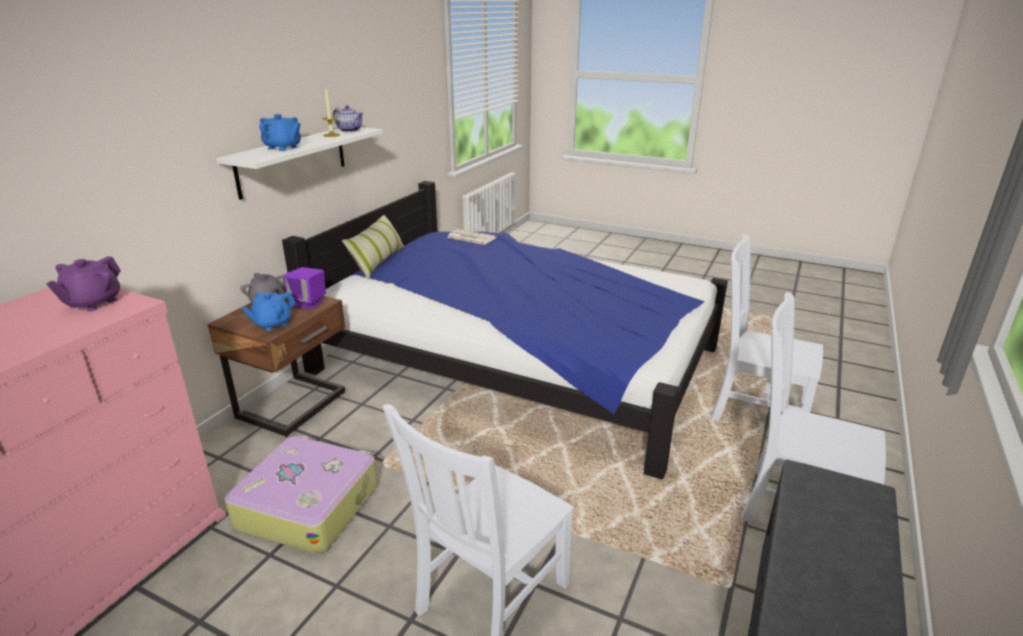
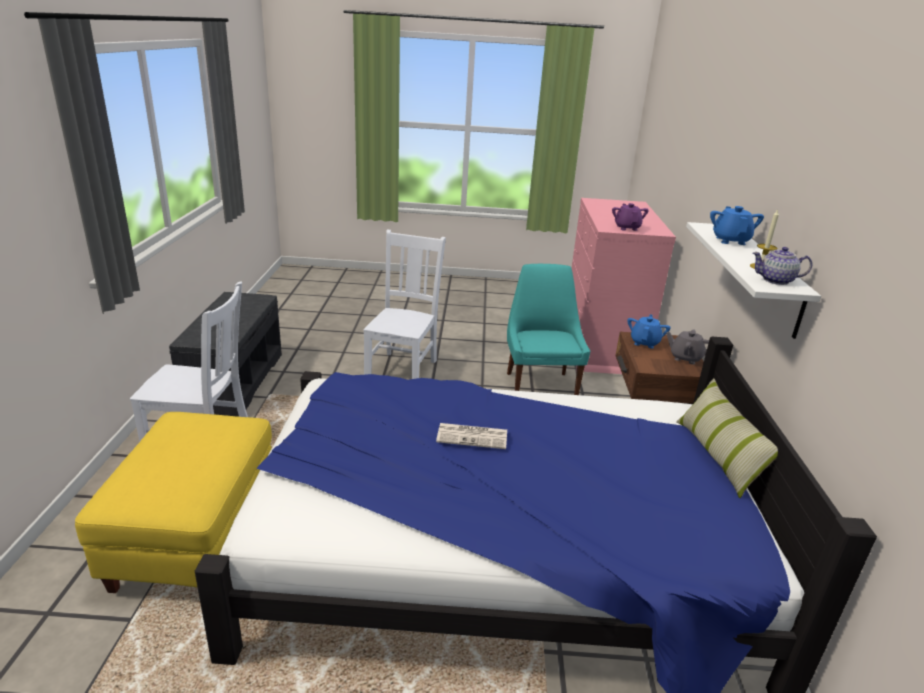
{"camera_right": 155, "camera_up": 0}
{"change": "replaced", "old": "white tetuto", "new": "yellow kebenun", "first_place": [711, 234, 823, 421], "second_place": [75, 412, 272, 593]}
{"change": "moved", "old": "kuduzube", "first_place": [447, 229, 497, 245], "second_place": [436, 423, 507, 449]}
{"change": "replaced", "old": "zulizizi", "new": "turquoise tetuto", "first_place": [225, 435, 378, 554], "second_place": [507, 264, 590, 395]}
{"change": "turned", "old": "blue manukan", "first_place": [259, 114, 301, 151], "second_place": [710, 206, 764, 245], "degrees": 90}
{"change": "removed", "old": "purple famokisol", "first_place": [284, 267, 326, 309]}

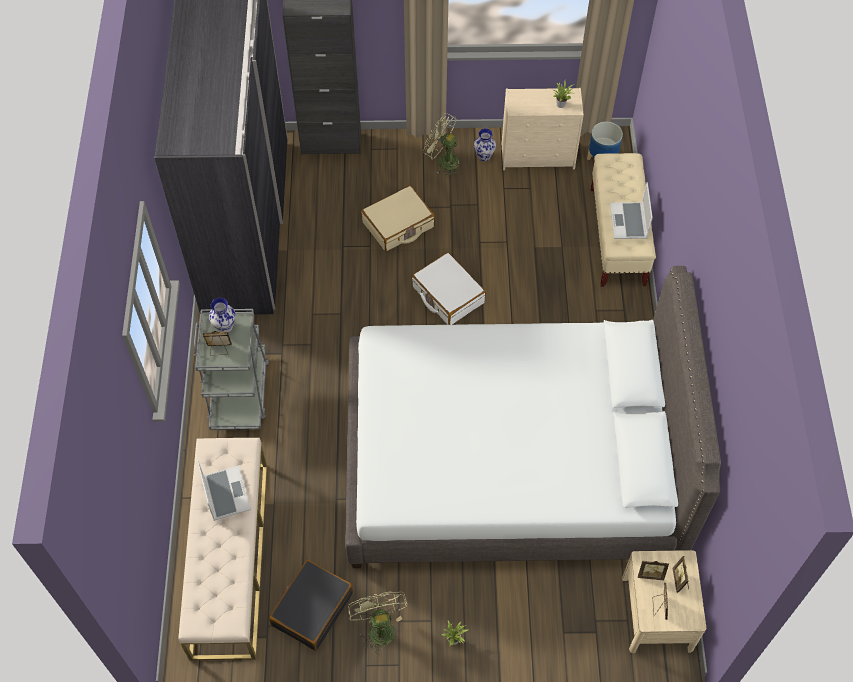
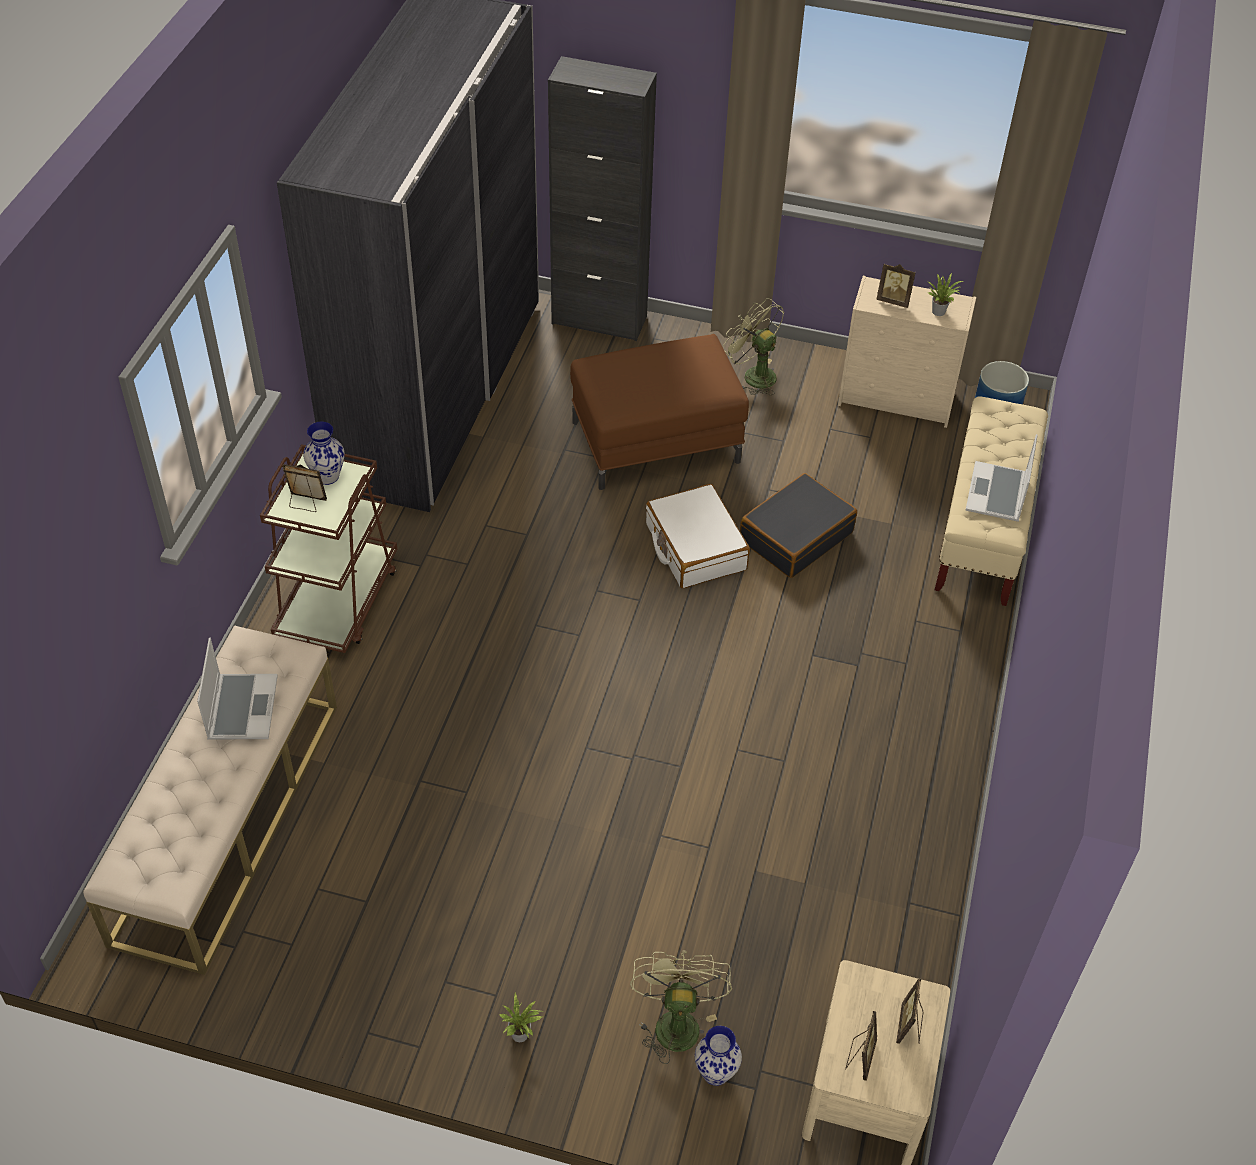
{"camera_right": 15, "camera_up": -10}
{"change": "recoloured", "old": "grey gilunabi", "new": "brown gilunabi", "first_place": [194, 309, 269, 430], "second_place": [260, 444, 397, 653]}
{"change": "replaced", "old": "beige zulizizi", "new": "brown kebenun", "first_place": [361, 185, 435, 251], "second_place": [570, 334, 749, 490]}
{"change": "moved", "old": "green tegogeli", "first_place": [348, 591, 408, 655], "second_place": [630, 951, 732, 1064]}
{"change": "moved", "old": "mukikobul", "first_place": [474, 128, 496, 161], "second_place": [695, 1026, 742, 1086]}
{"change": "moved", "old": "black zulizizi", "first_place": [269, 560, 353, 651], "second_place": [740, 473, 857, 578]}
{"change": "moved", "old": "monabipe", "first_place": [638, 560, 669, 580], "second_place": [876, 264, 916, 308]}
{"change": "removed", "old": "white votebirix", "first_place": [345, 266, 721, 568]}

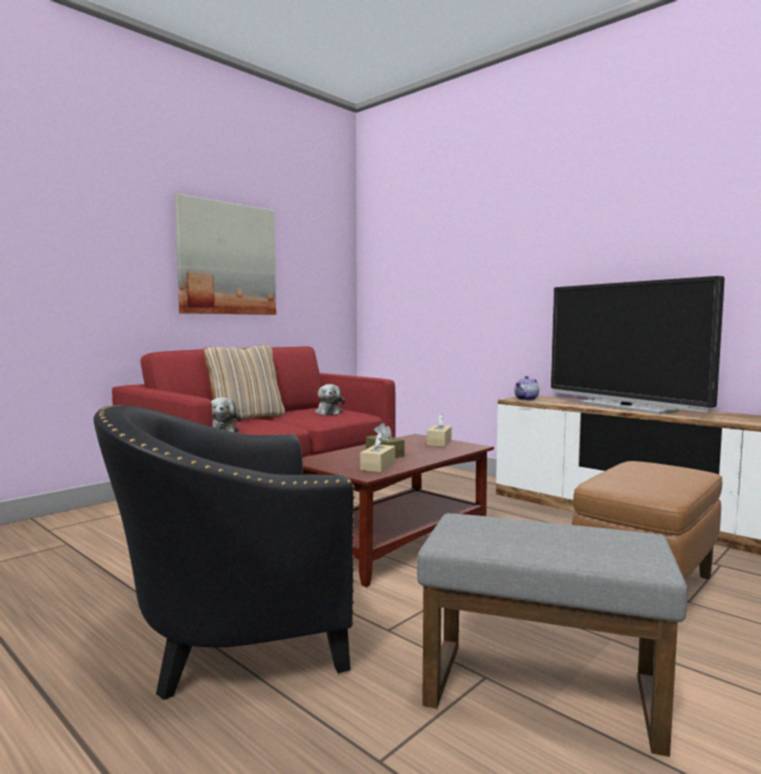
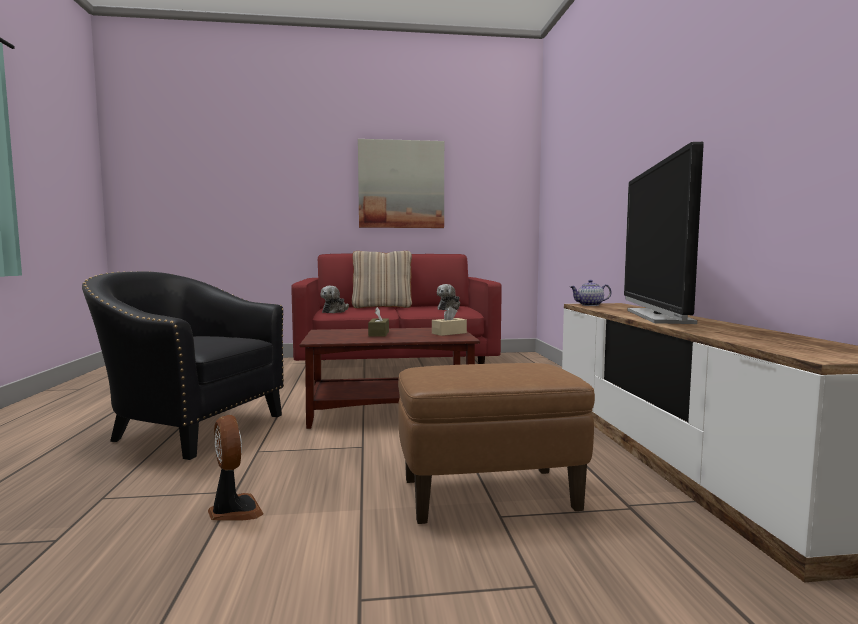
{"camera_right": 40, "camera_up": 0}
{"change": "replaced", "old": "grey kebenun", "new": "tegogeli", "first_place": [417, 513, 688, 757], "second_place": [208, 415, 264, 520]}
{"change": "removed", "old": "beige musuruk", "first_place": [360, 432, 395, 472]}

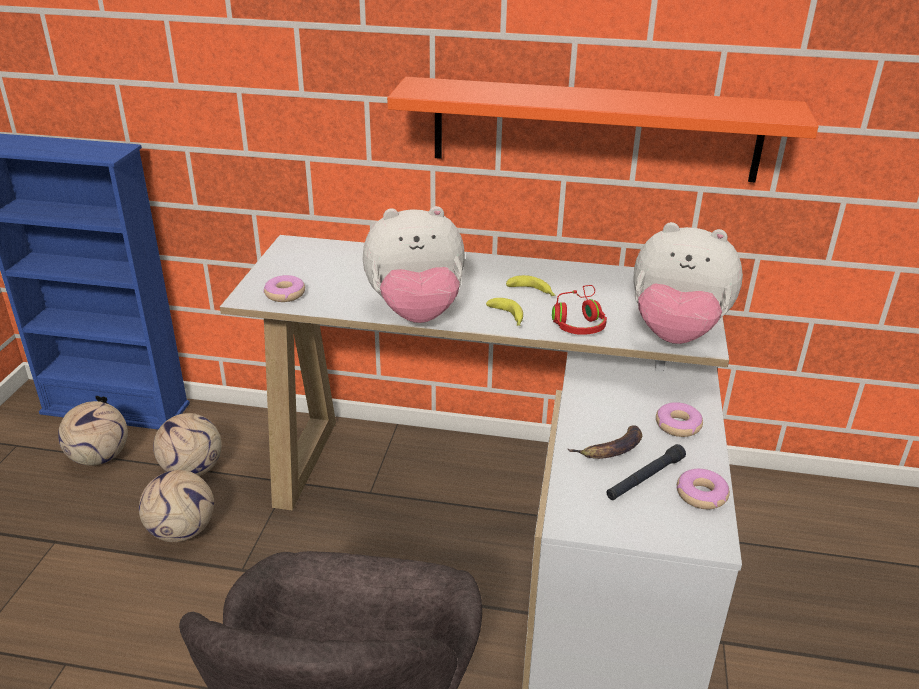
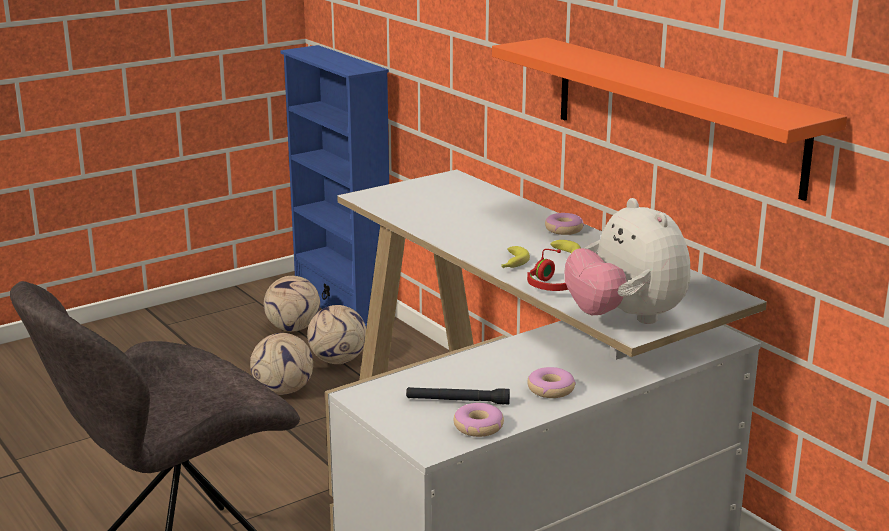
{"camera_right": 45, "camera_up": -10}
{"change": "moved", "old": "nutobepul", "first_place": [263, 275, 305, 302], "second_place": [545, 213, 584, 235]}
{"change": "removed", "old": "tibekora", "first_place": [363, 206, 465, 323]}
{"change": "removed", "old": "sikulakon", "first_place": [568, 425, 642, 459]}

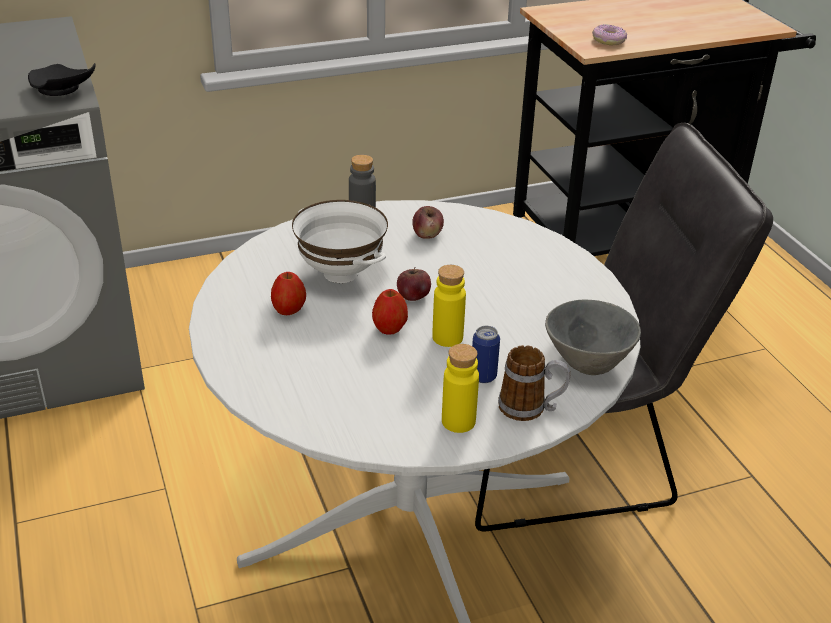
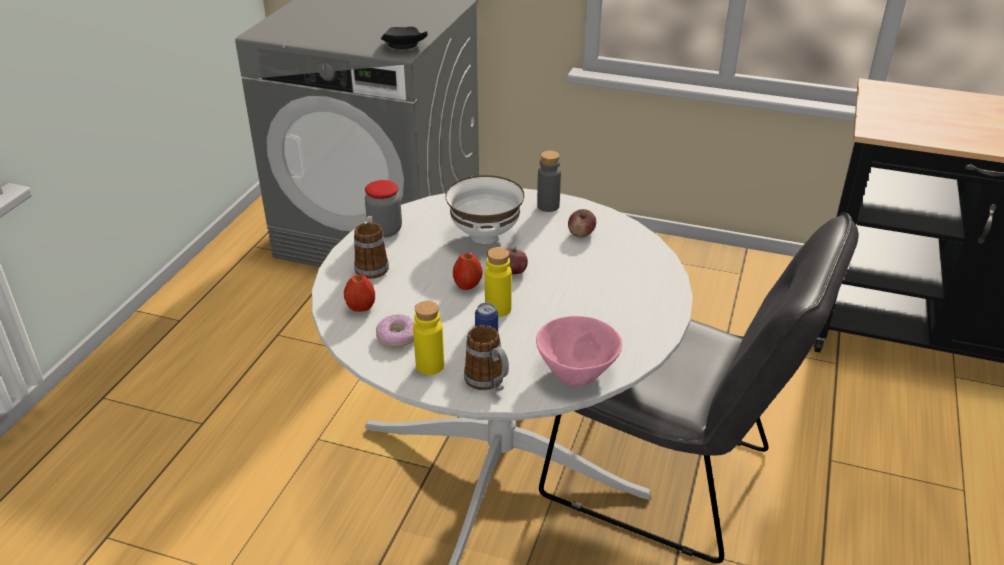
{"camera_right": 40, "camera_up": 0}
{"change": "moved", "old": "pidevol", "first_place": [271, 272, 306, 315], "second_place": [344, 275, 375, 312]}
{"change": "added", "new": "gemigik", "second_place": [354, 216, 389, 279]}
{"change": "added", "new": "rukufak", "second_place": [365, 180, 402, 237]}
{"change": "moved", "old": "nutobepul", "first_place": [592, 24, 627, 45], "second_place": [376, 314, 415, 348]}
{"change": "recoloured", "old": "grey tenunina", "new": "pink tenunina", "first_place": [545, 299, 641, 375], "second_place": [536, 316, 622, 386]}

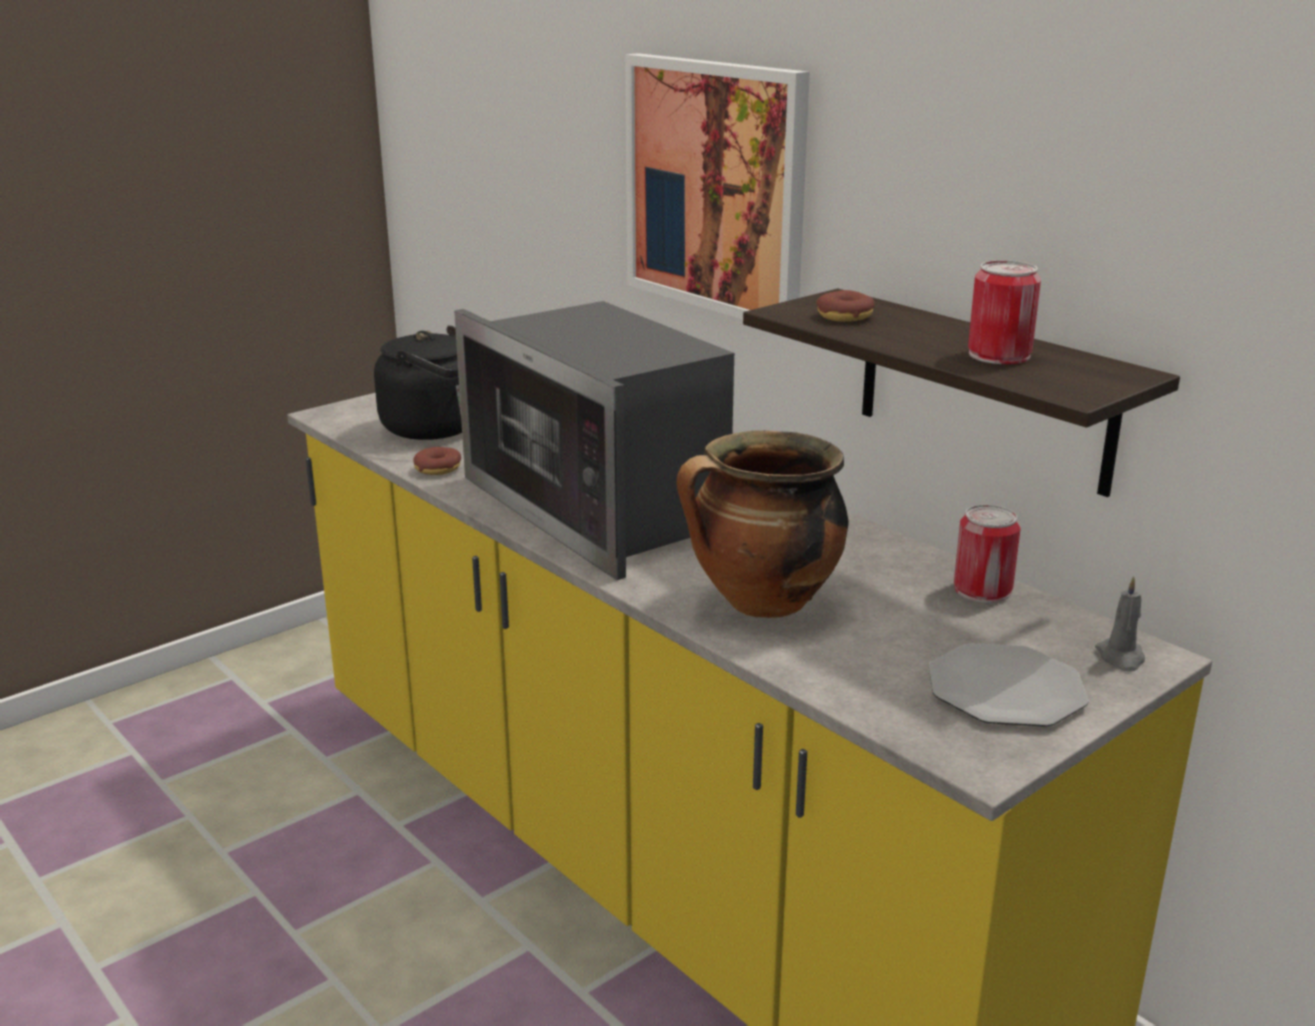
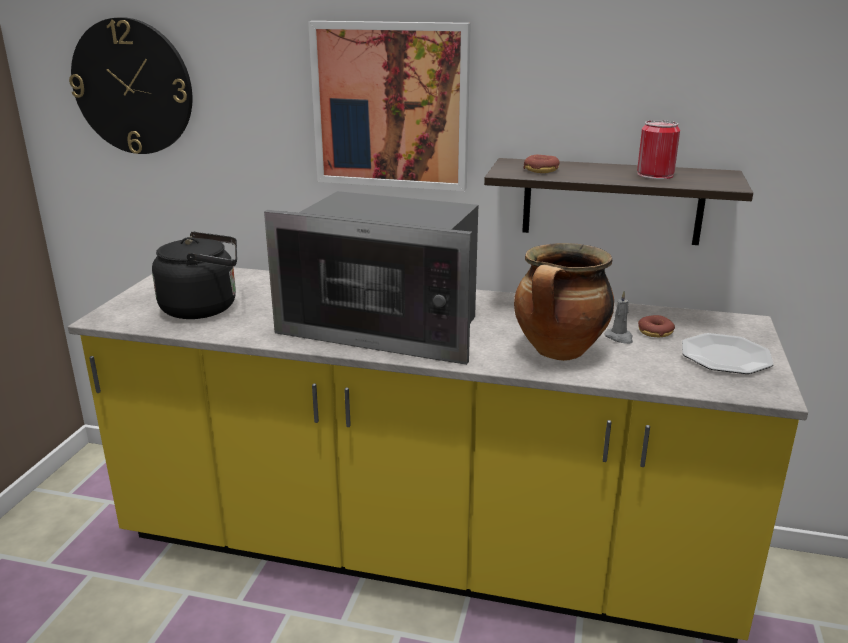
{"camera_right": -35, "camera_up": 0}
{"change": "added", "new": "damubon", "second_place": [69, 17, 192, 154]}
{"change": "moved", "old": "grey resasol", "first_place": [1095, 576, 1145, 672], "second_place": [604, 292, 633, 344]}
{"change": "moved", "old": "nutobepul", "first_place": [413, 447, 461, 475], "second_place": [638, 315, 675, 338]}
{"change": "removed", "old": "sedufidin", "first_place": [954, 505, 1021, 603]}

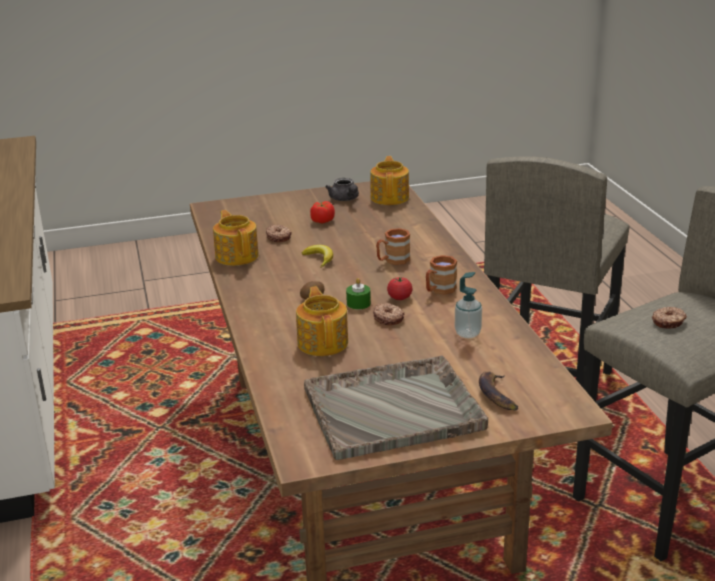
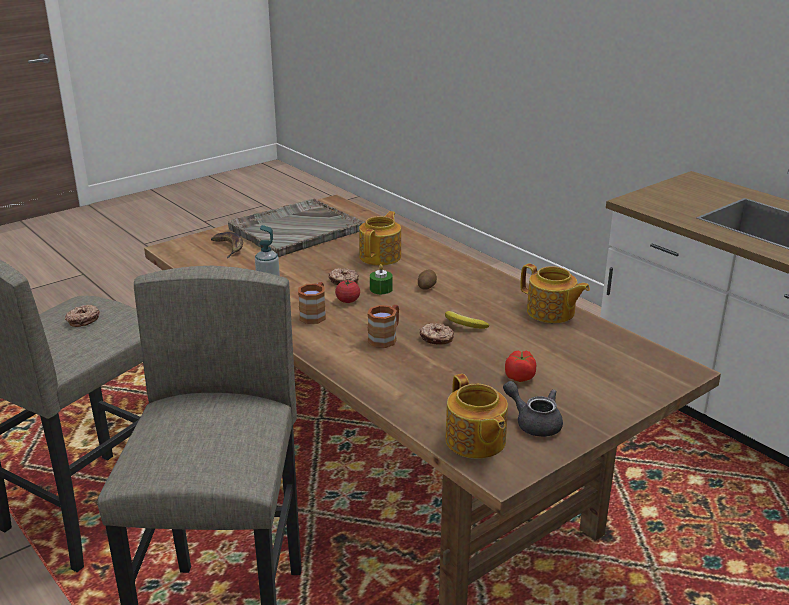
{"camera_right": 155, "camera_up": 0}
{"change": "turned", "old": "manukan", "first_place": [296, 286, 348, 356], "second_place": [359, 211, 401, 265], "degrees": -120}
{"change": "moved", "old": "nutobepul", "first_place": [266, 225, 292, 242], "second_place": [419, 323, 454, 345]}

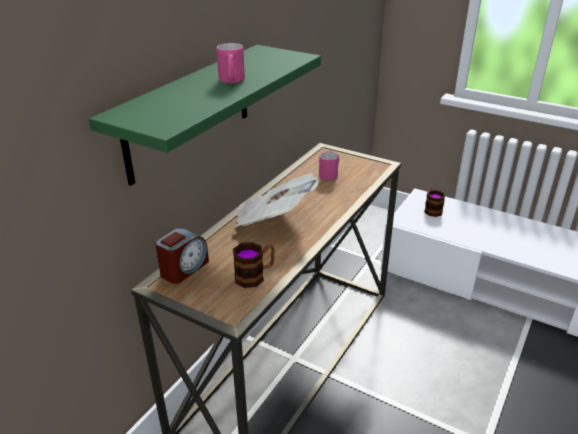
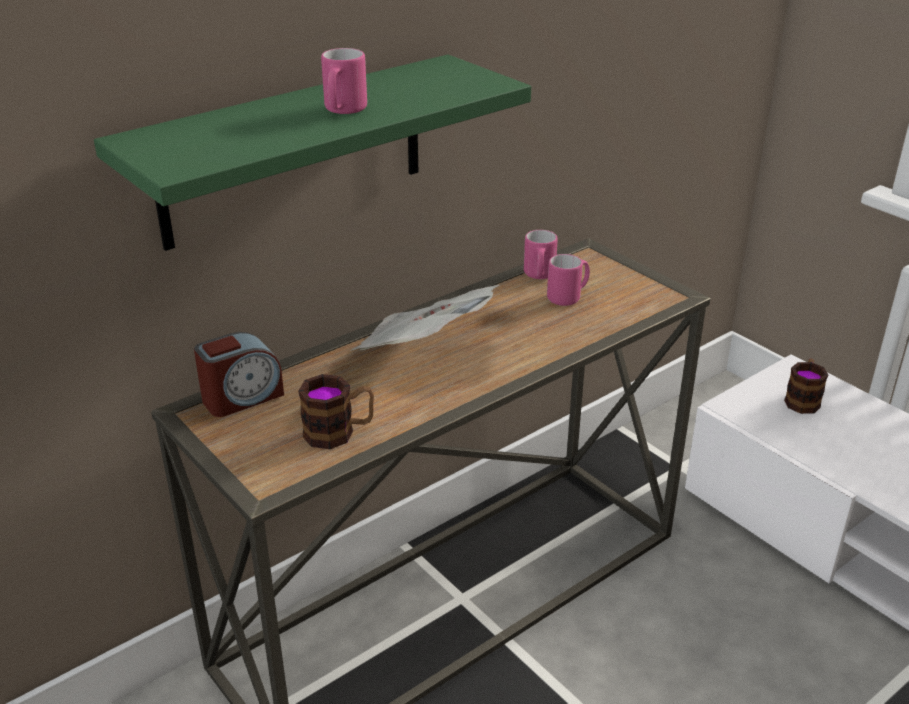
{"camera_right": 20, "camera_up": 0}
{"change": "added", "new": "pink gemigik", "second_place": [524, 230, 558, 279]}

